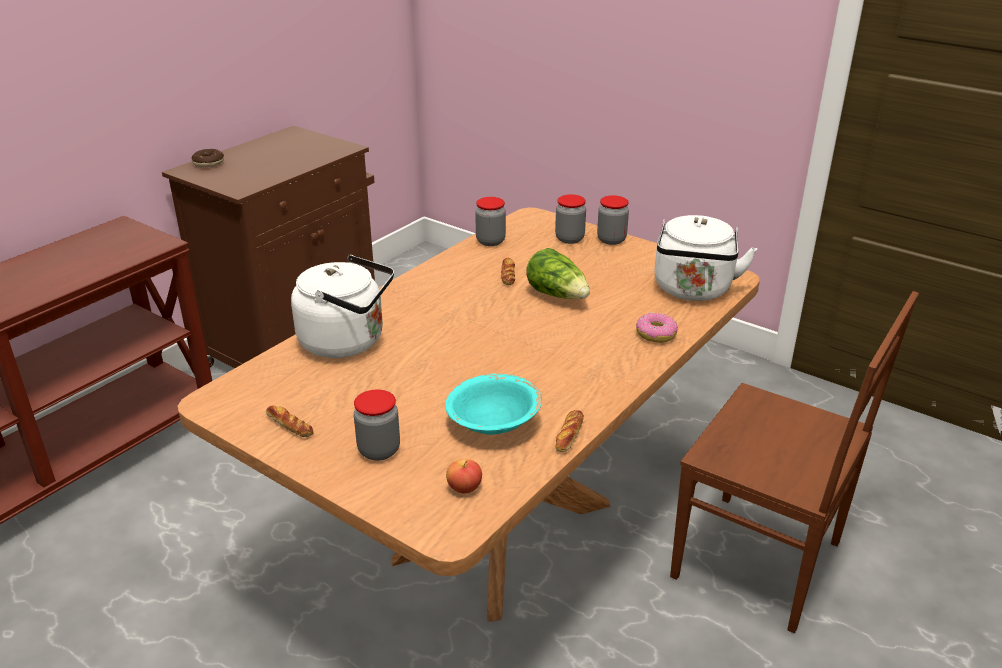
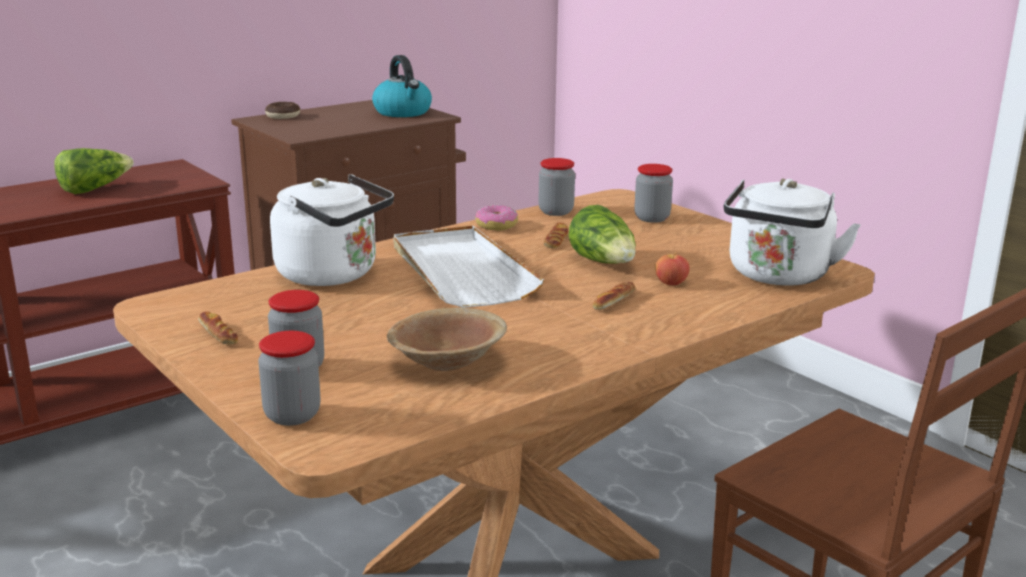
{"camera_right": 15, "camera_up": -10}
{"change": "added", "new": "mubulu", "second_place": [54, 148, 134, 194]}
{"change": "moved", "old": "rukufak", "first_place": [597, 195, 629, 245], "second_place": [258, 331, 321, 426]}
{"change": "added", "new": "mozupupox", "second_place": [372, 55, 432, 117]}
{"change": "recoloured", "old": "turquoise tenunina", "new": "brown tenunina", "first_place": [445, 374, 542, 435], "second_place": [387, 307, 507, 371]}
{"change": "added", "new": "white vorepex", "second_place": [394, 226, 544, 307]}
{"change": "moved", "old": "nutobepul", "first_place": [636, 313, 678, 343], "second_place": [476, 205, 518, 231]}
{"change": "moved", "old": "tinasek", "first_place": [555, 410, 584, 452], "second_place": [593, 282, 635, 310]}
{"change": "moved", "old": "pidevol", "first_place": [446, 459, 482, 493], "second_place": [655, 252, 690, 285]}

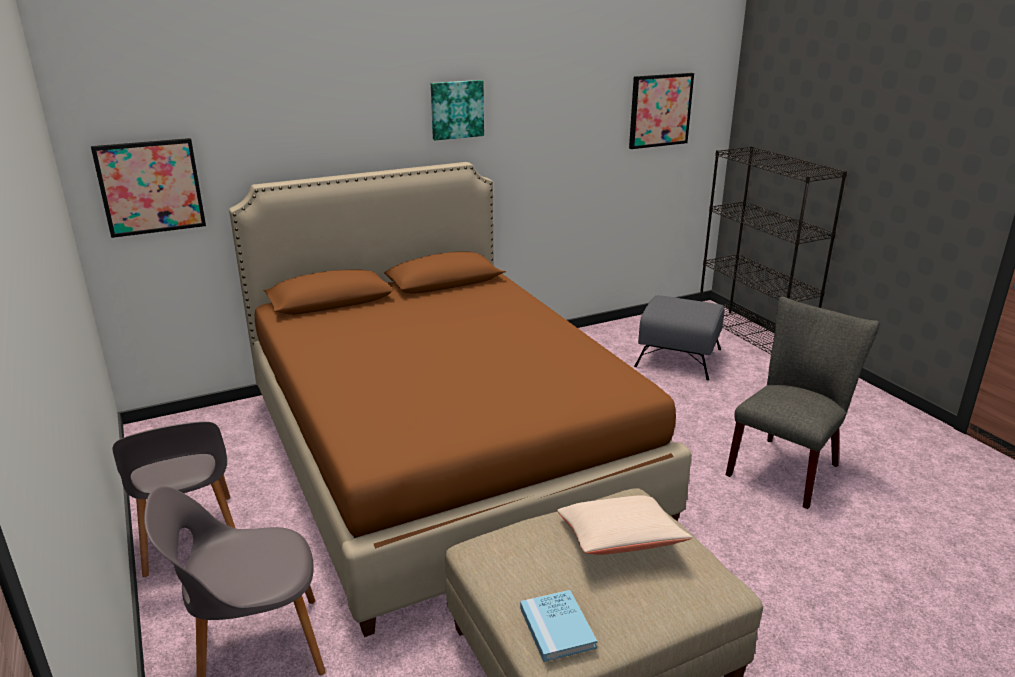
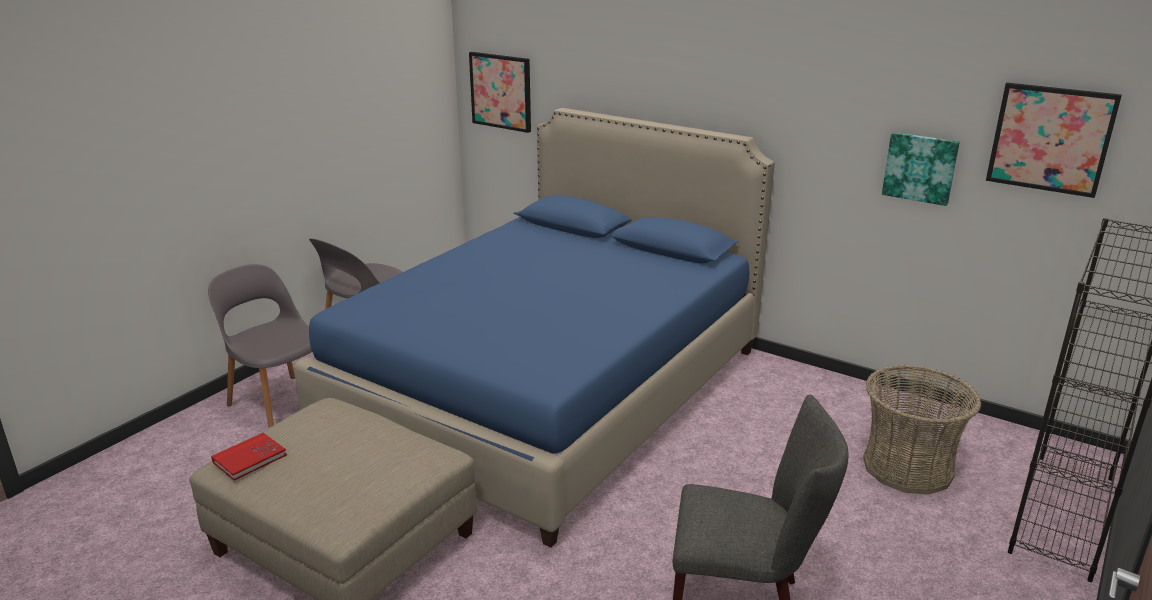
{"camera_right": 60, "camera_up": 0}
{"change": "recoloured", "old": "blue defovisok", "new": "red defovisok", "first_place": [520, 590, 597, 662], "second_place": [211, 433, 287, 481]}
{"change": "recoloured", "old": "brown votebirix", "new": "blue votebirix", "first_place": [229, 162, 692, 637], "second_place": [294, 108, 775, 548]}
{"change": "replaced", "old": "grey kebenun", "new": "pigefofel", "first_place": [634, 295, 725, 380], "second_place": [863, 365, 981, 495]}
{"change": "moved", "old": "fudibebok", "first_place": [431, 80, 484, 140], "second_place": [882, 132, 960, 206]}
{"change": "removed", "old": "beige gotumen", "first_place": [557, 495, 692, 555]}

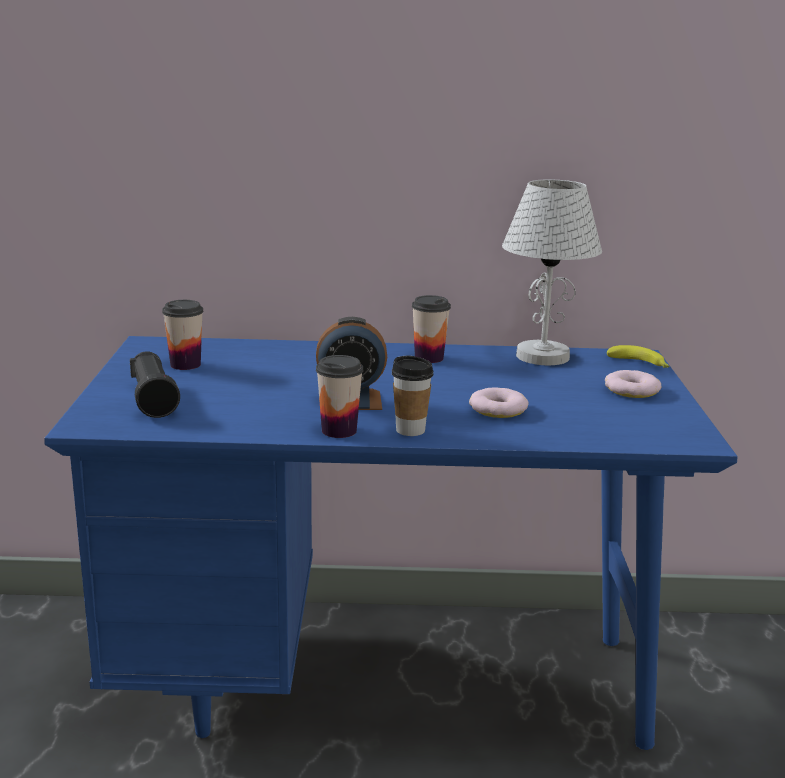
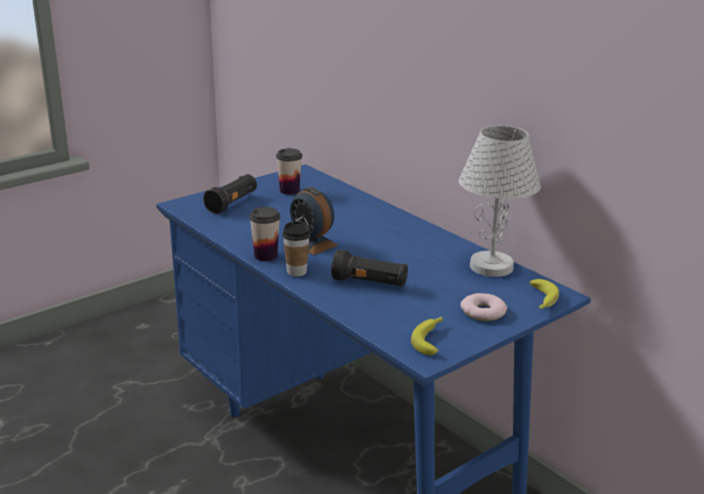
{"camera_right": 50, "camera_up": 5}
{"change": "replaced", "old": "nutobepul", "new": "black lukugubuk", "first_place": [469, 387, 529, 418], "second_place": [331, 249, 408, 287]}
{"change": "added", "new": "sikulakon", "second_place": [411, 317, 443, 355]}
{"change": "removed", "old": "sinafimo", "first_place": [412, 295, 451, 363]}

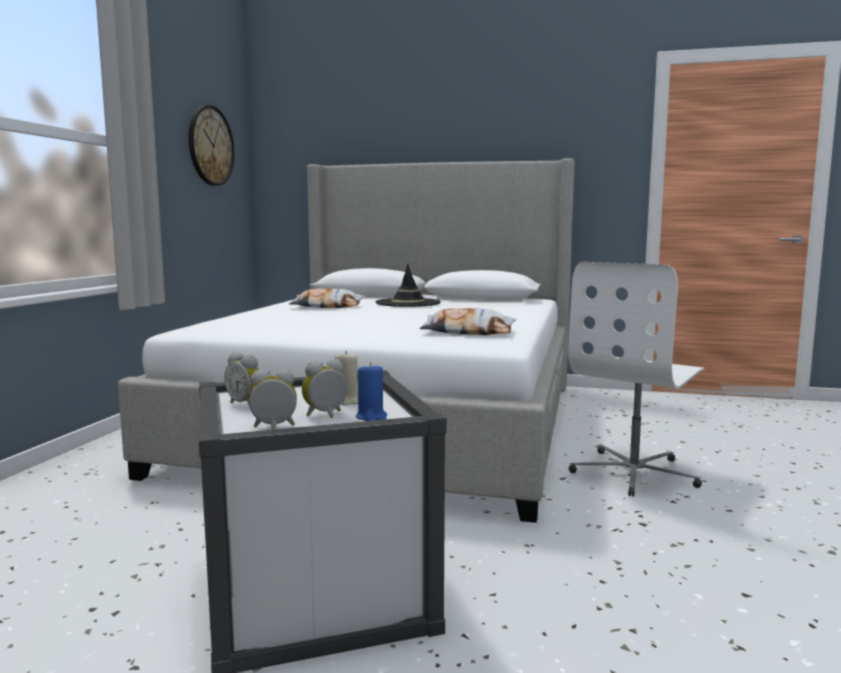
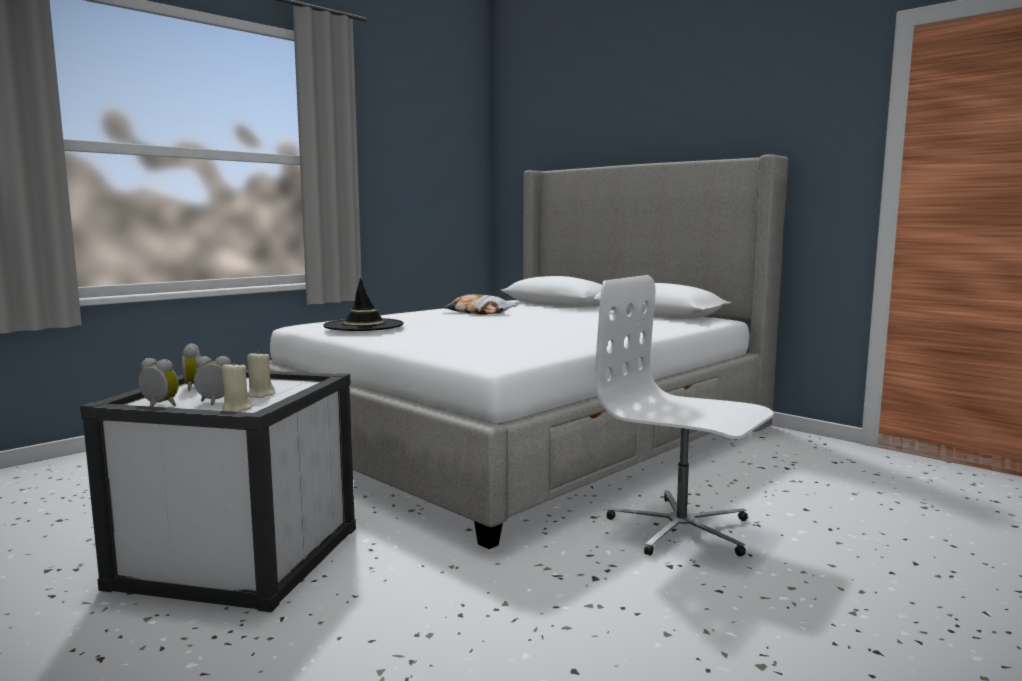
{"camera_right": 30, "camera_up": 0}
{"change": "recoloured", "old": "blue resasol", "new": "beige resasol", "first_place": [356, 362, 387, 421], "second_place": [222, 361, 253, 412]}
{"change": "moved", "old": "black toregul", "first_place": [375, 264, 441, 307], "second_place": [323, 278, 404, 331]}
{"change": "turned", "old": "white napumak", "first_place": [568, 262, 705, 497], "second_place": [595, 275, 773, 556], "degrees": 60}
{"change": "removed", "old": "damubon", "first_place": [188, 105, 234, 186]}
{"change": "removed", "old": "gotumen", "first_place": [420, 308, 516, 335]}

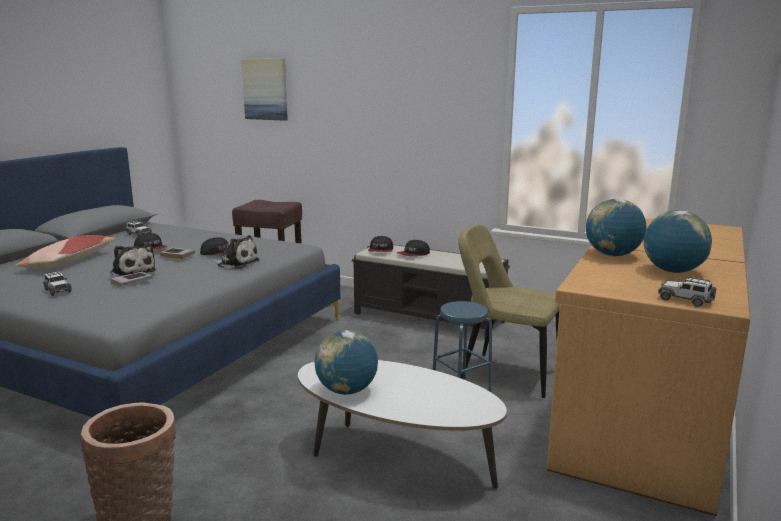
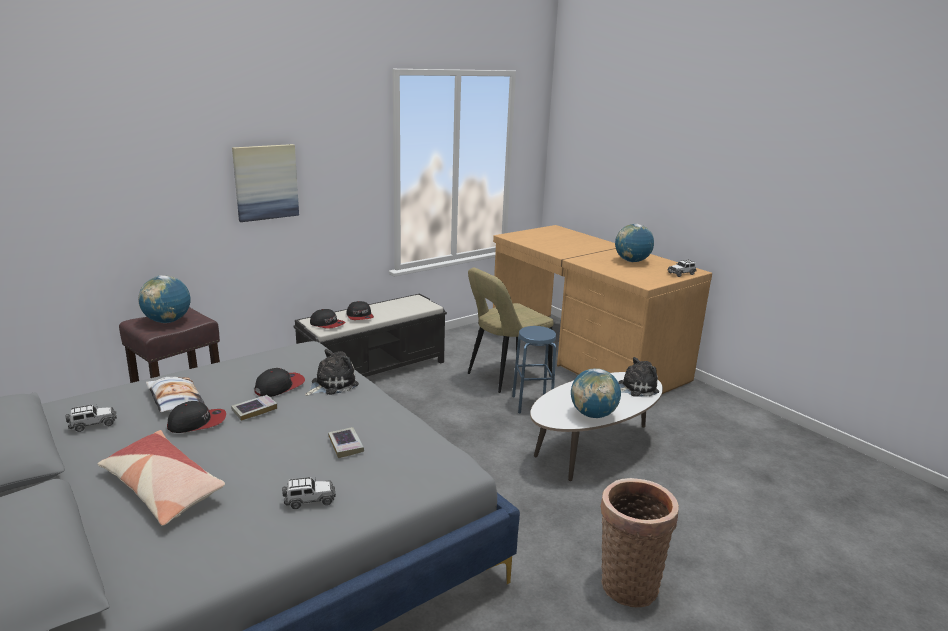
{"camera_right": -65, "camera_up": 5}
{"change": "moved", "old": "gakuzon", "first_place": [586, 199, 646, 256], "second_place": [138, 275, 190, 323]}
{"change": "added", "new": "gotumen", "second_place": [146, 377, 204, 412]}
{"change": "moved", "old": "fudibebok", "first_place": [241, 59, 288, 121], "second_place": [232, 144, 299, 222]}
{"change": "moved", "old": "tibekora", "first_place": [110, 244, 156, 277], "second_place": [618, 357, 659, 397]}

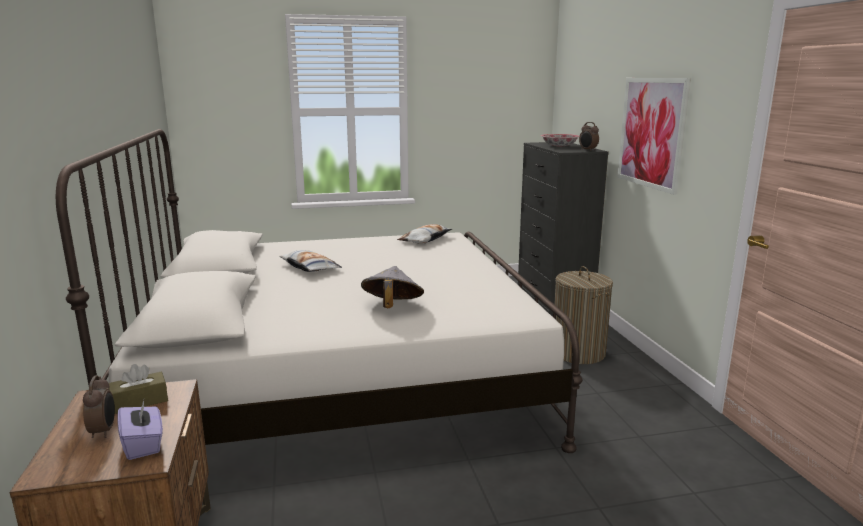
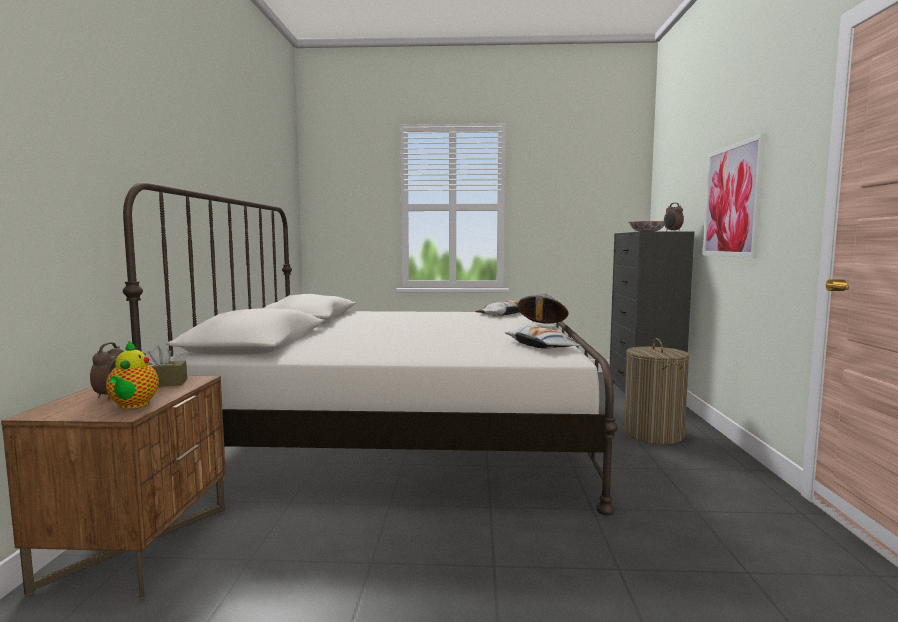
{"camera_right": 15, "camera_up": -10}
{"change": "replaced", "old": "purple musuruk", "new": "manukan", "first_place": [117, 400, 163, 460], "second_place": [106, 341, 159, 409]}
{"change": "moved", "old": "gotumen", "first_place": [279, 250, 342, 272], "second_place": [505, 326, 584, 349]}
{"change": "moved", "old": "grey toregul", "first_place": [361, 266, 424, 308], "second_place": [518, 294, 568, 323]}

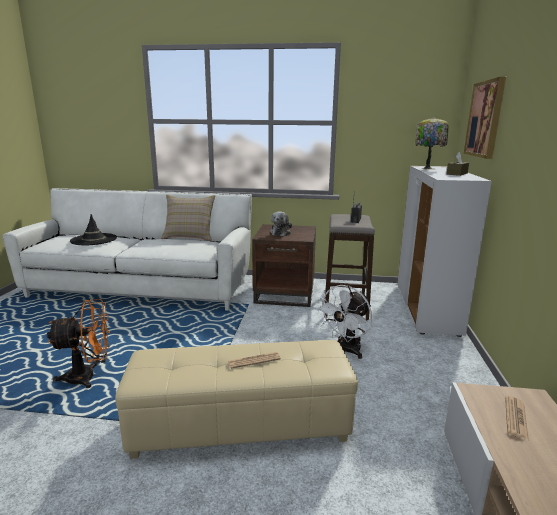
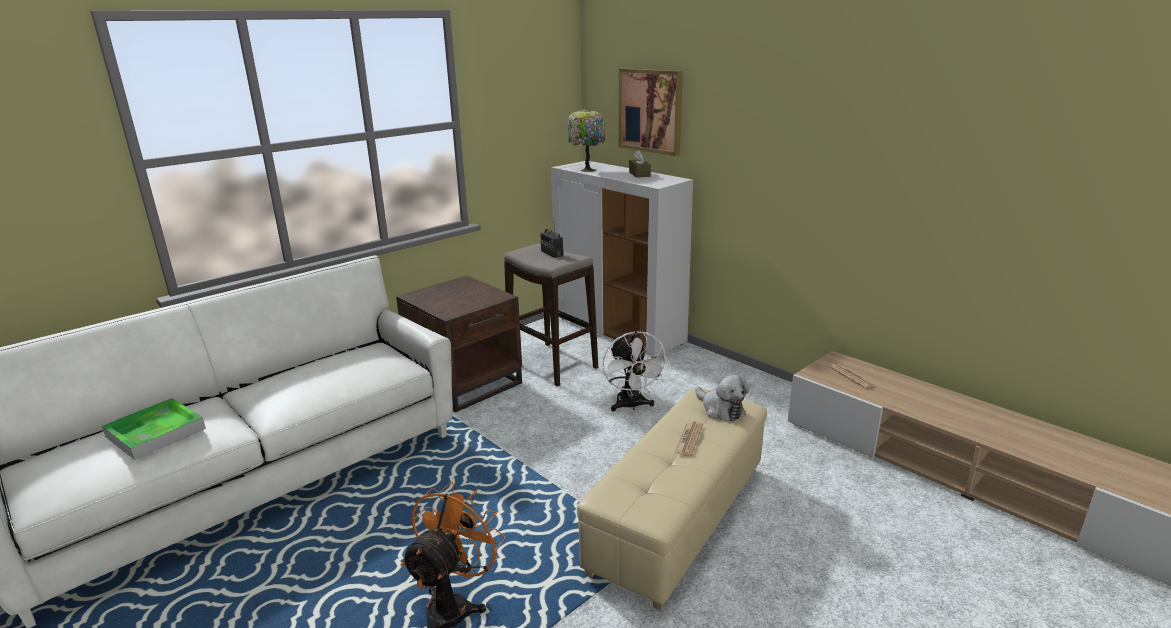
{"camera_right": -50, "camera_up": 5}
{"change": "replaced", "old": "black toregul", "new": "vorepex", "first_place": [70, 214, 117, 245], "second_place": [102, 398, 206, 460]}
{"change": "moved", "old": "tibekora", "first_place": [270, 211, 292, 236], "second_place": [695, 375, 749, 421]}
{"change": "removed", "old": "beige gotumen", "first_place": [161, 194, 215, 241]}

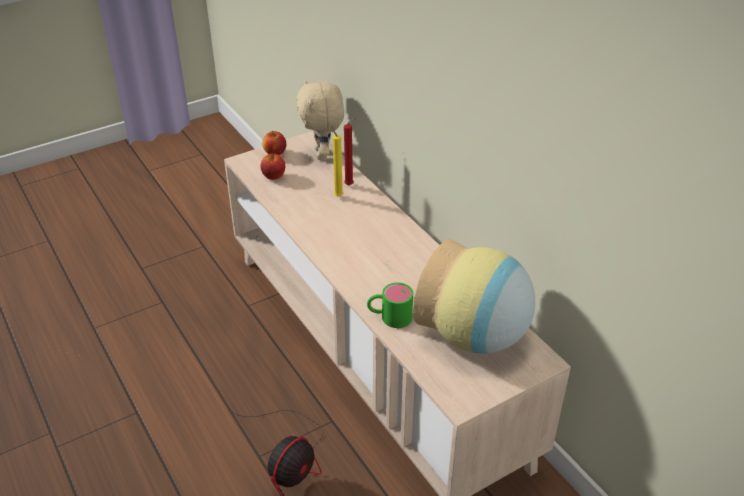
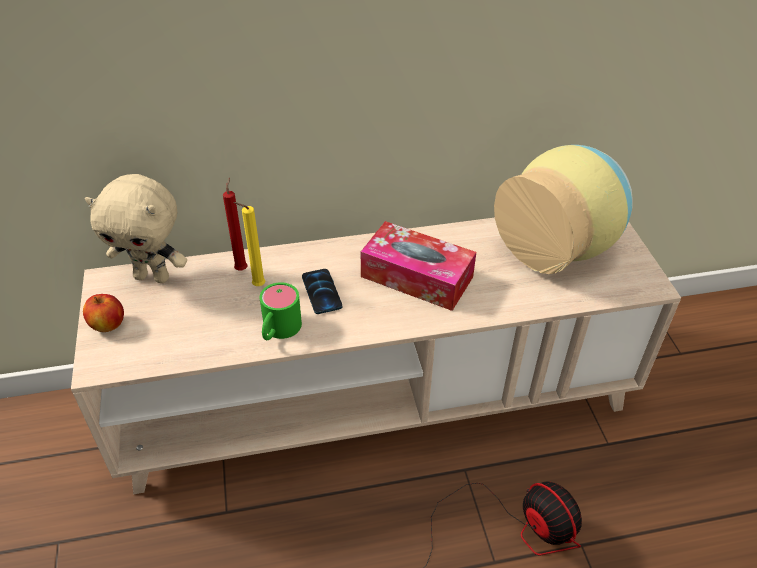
{"camera_right": -70, "camera_up": 5}
{"change": "moved", "old": "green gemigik", "first_place": [367, 282, 413, 328], "second_place": [260, 282, 302, 340]}
{"change": "added", "new": "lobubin", "second_place": [302, 269, 342, 314]}
{"change": "added", "new": "musuruk", "second_place": [361, 221, 476, 311]}
{"change": "removed", "old": "pidevol", "first_place": [260, 154, 285, 180]}

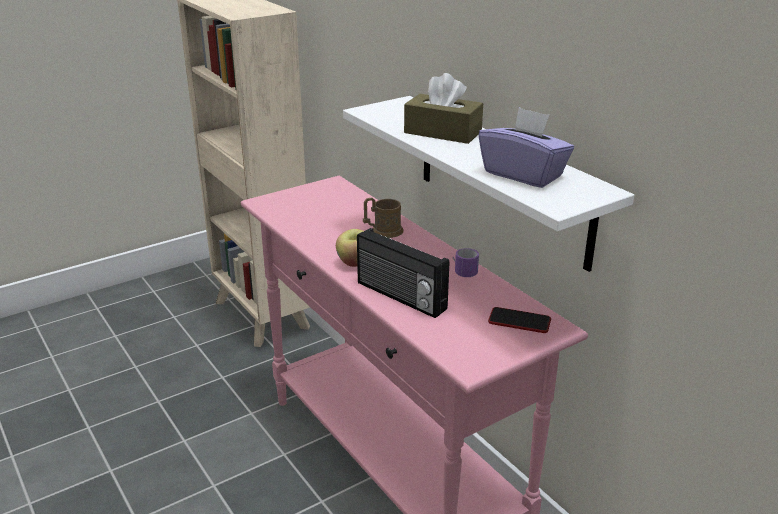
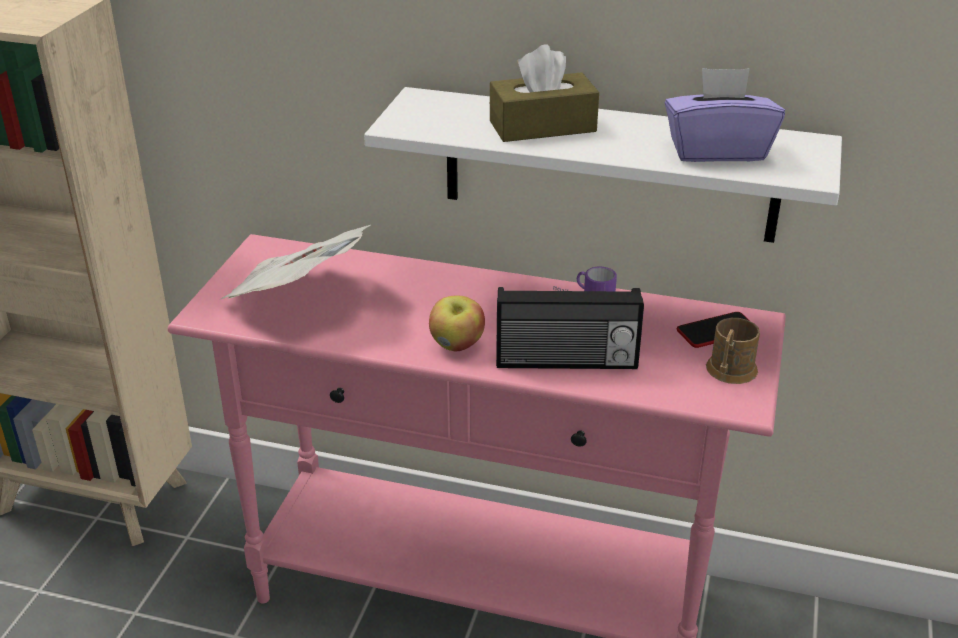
{"camera_right": -40, "camera_up": 5}
{"change": "added", "new": "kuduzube", "second_place": [221, 225, 371, 299]}
{"change": "moved", "old": "brown gemigik", "first_place": [363, 197, 404, 238], "second_place": [706, 318, 760, 384]}

